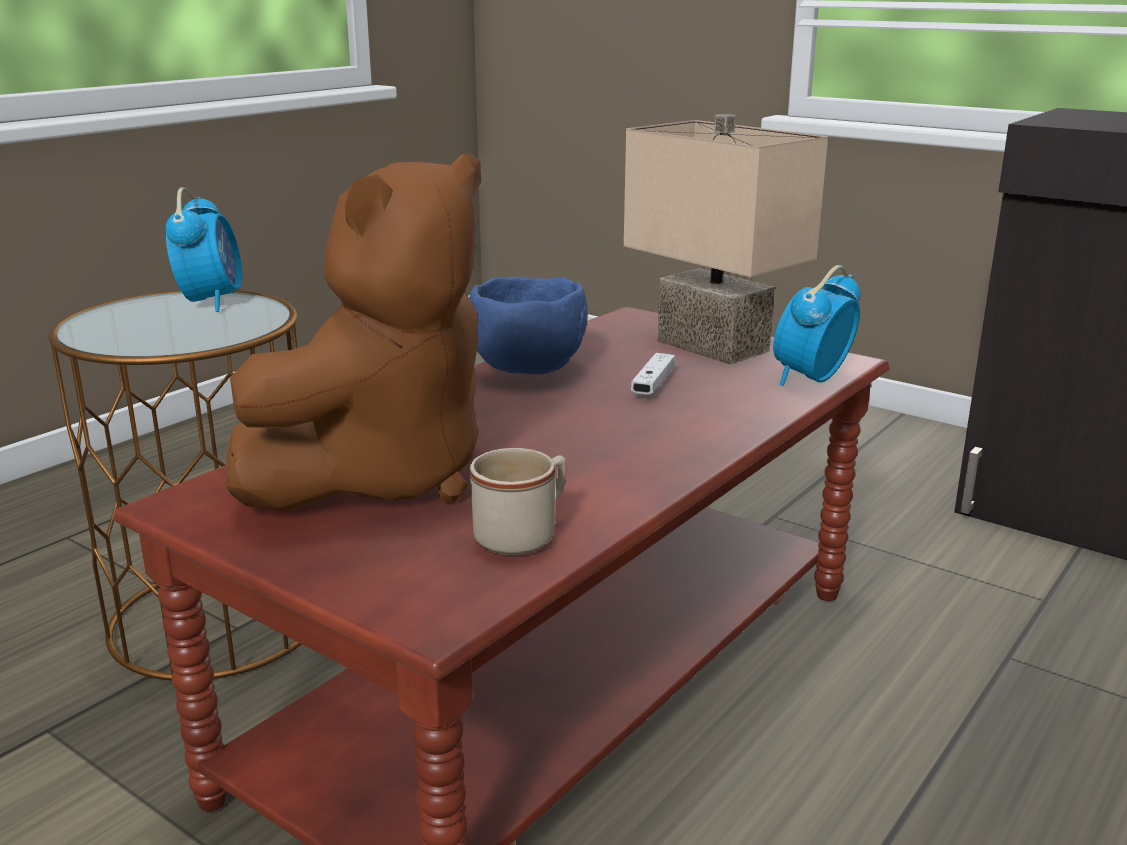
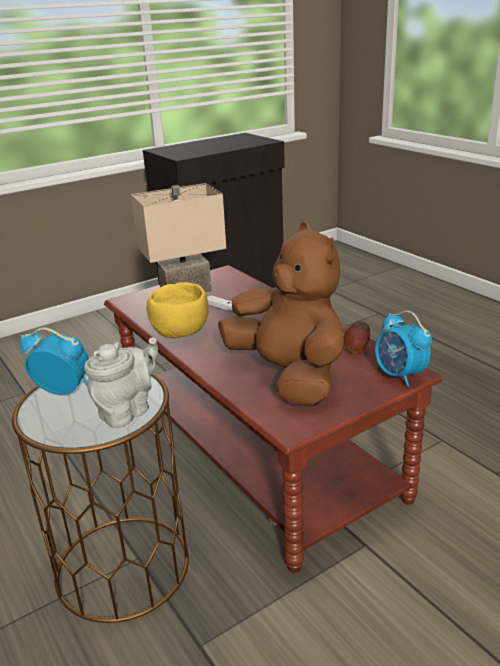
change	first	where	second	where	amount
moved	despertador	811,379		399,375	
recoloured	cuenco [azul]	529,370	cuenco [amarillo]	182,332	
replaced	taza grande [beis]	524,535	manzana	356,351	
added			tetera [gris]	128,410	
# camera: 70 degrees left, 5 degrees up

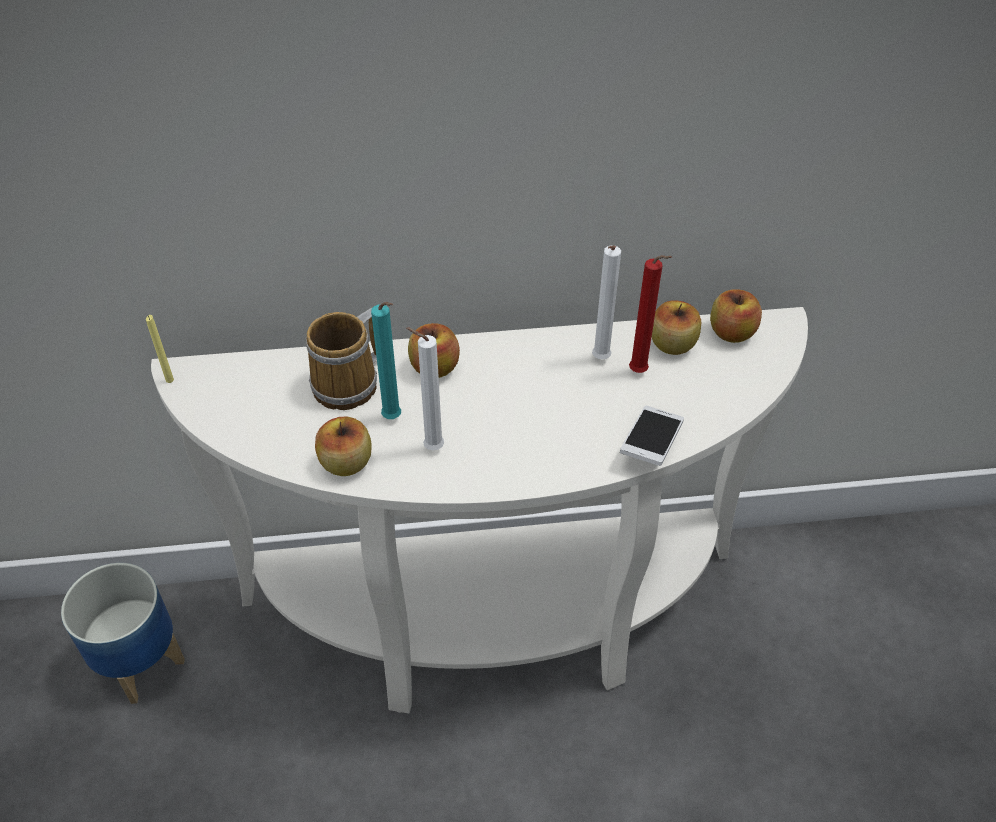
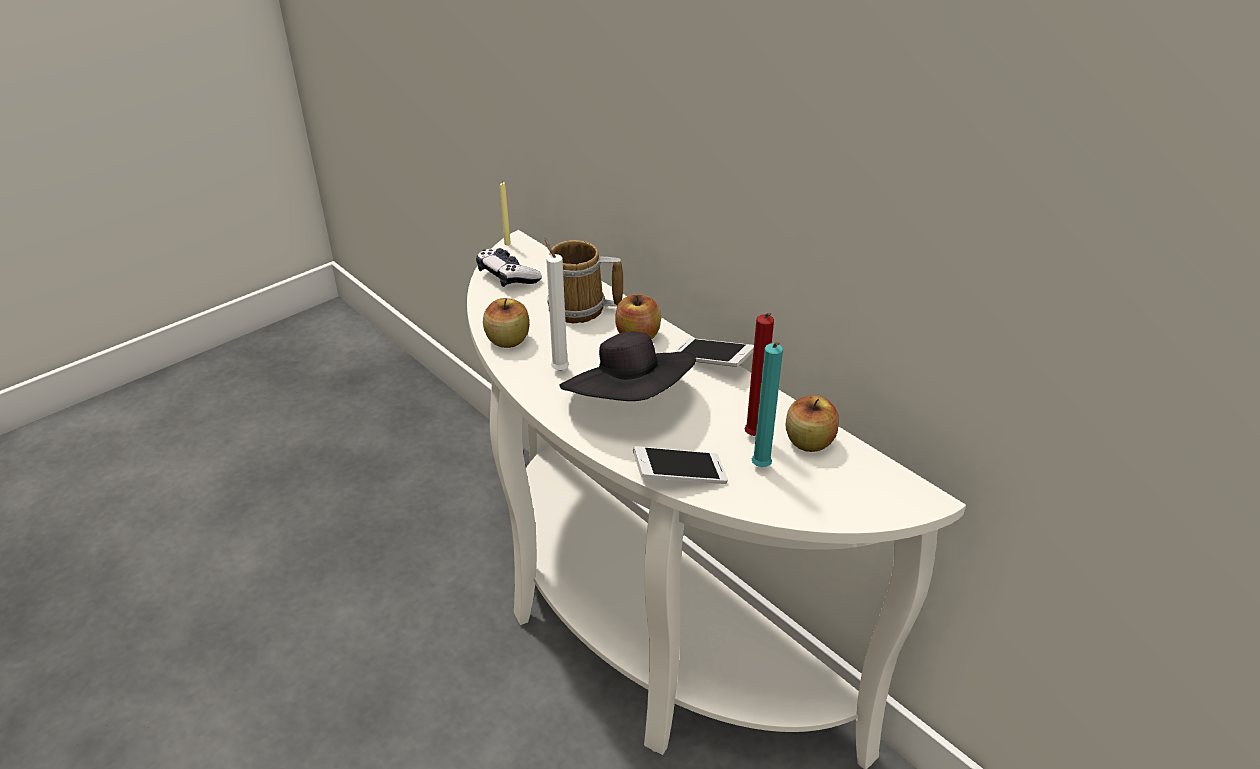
change	first	where	second	where	amount
removed	vela [blanco]	599,360			
removed	manzana	731,333			
moved	vela [turquesa]	394,419		760,469	
removed	maceta	140,663			
added			mando de consola	507,276	
added			sombrero [negro]	630,402	
added			móvil	712,362	
# camera: 55 degrees right, 10 degrees down

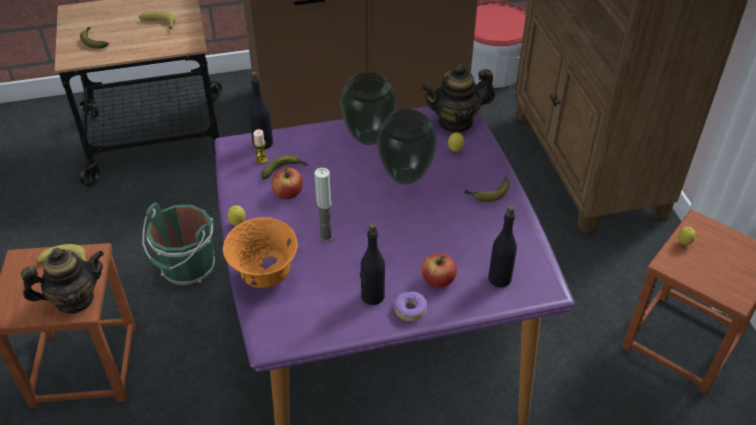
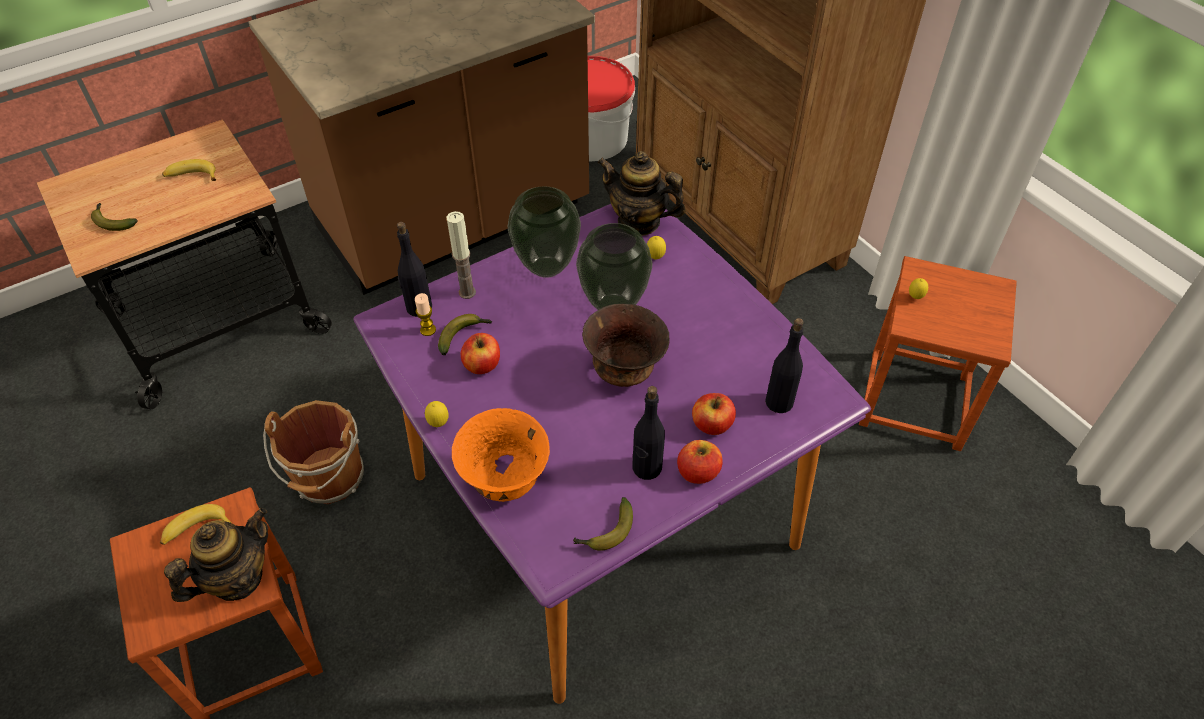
change	first	where	second	where	amount
turned	tetera	456,122		639,221	60 degrees clockwise
moved	vela	326,236		467,292	
moved	plátano	487,194		606,532	
recoloured	cubo [verde]	187,269	cubo [marrón]	329,479	
replaced	rosquilla	410,310	manzana	698,472	
added			cuenco [marrón]	624,371	
# camera: 20 degrees left, 5 degrees up

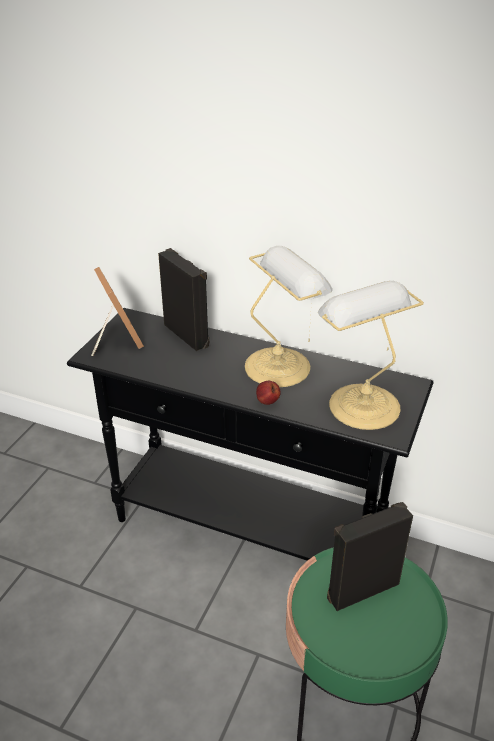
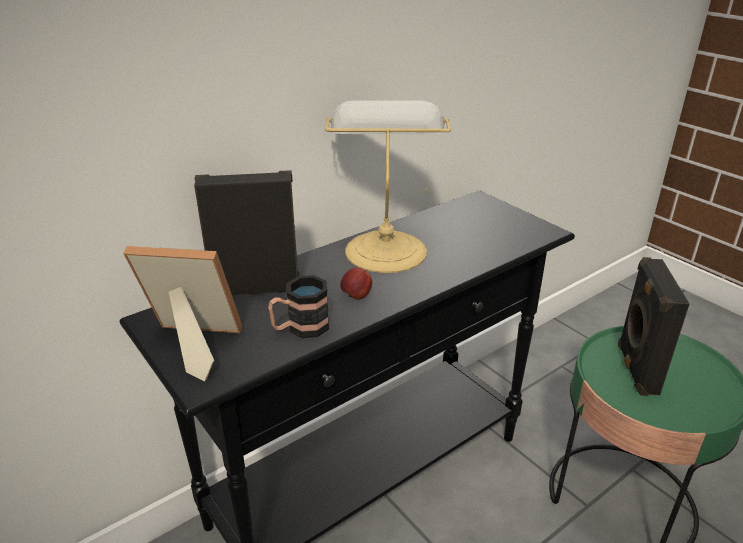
change	first	where	second	where	amount
removed	lámpara de mesa	361,404			
moved	manzana	267,401		356,297	
added			taza grande	300,328	
# camera: 60 degrees left, 5 degrees down

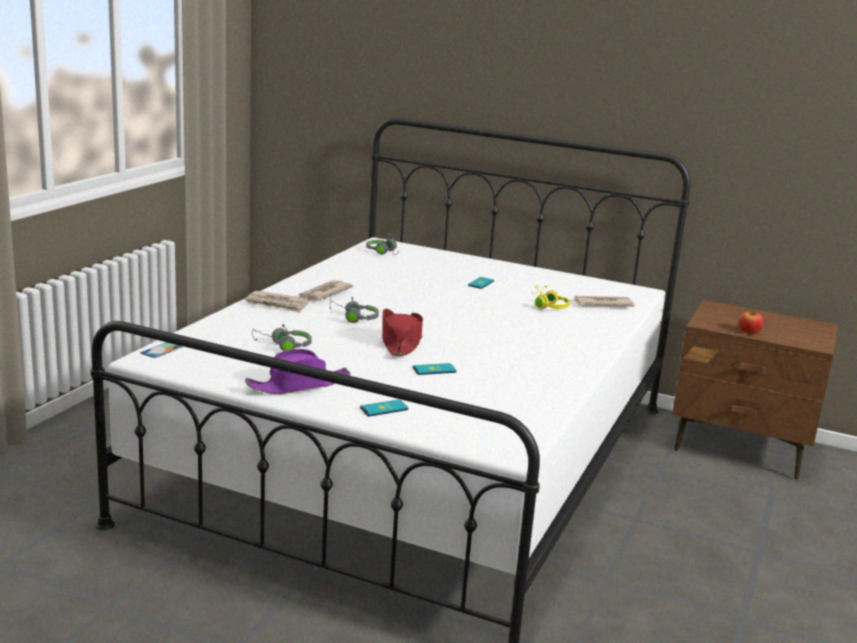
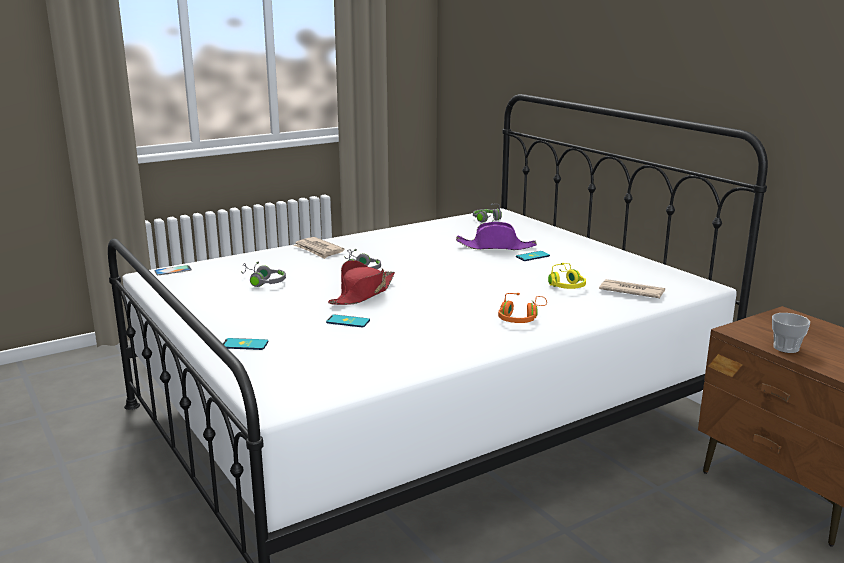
change	first	where	second	where	amount
removed	periódico	324,293			
replaced	manzana	749,331	taza	786,348	
moved	sombrero [morado]	299,385		496,247	
added			auriculares [naranja]	521,318	
# camera: 35 degrees right, 0 degrees up

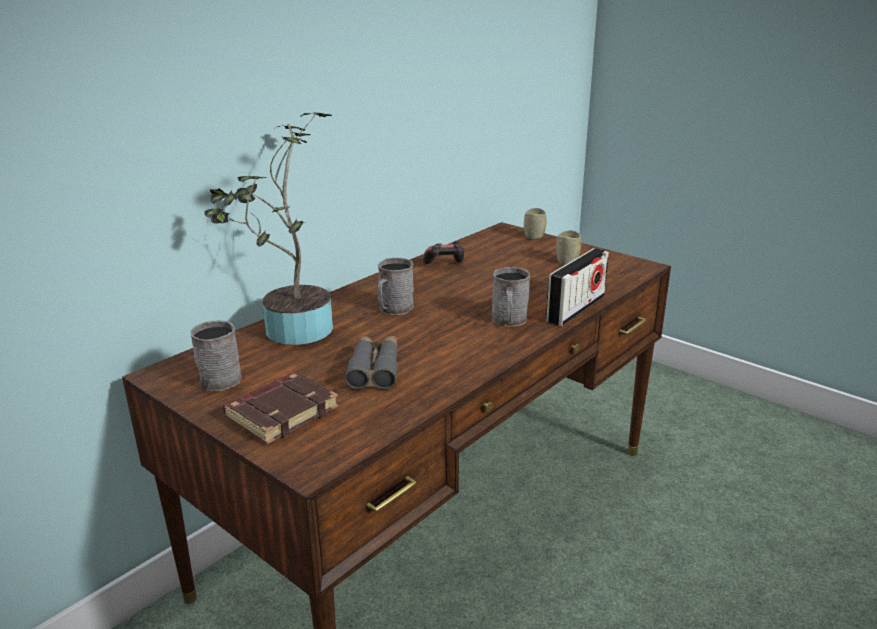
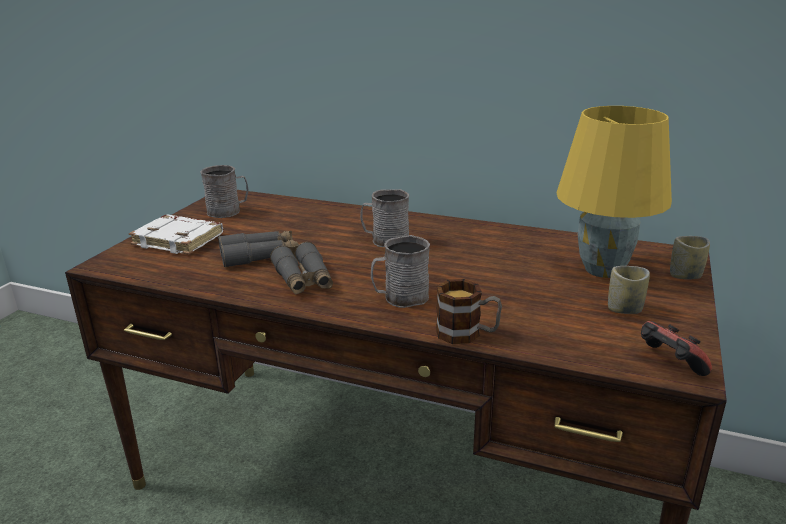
change	first	where	second	where	amount
removed	planta en maceta	292,332			
moved	mando de consola	445,266		668,365	
replaced	radio	576,309	taza grande	467,334	
recoloured	libro [marrón]	282,412	libro [blanco]	180,239	
added			lámpara de mesa [amarillo]	601,270	
added			prismáticos [gris]	303,279	
# camera: 70 degrees right, 0 degrees up

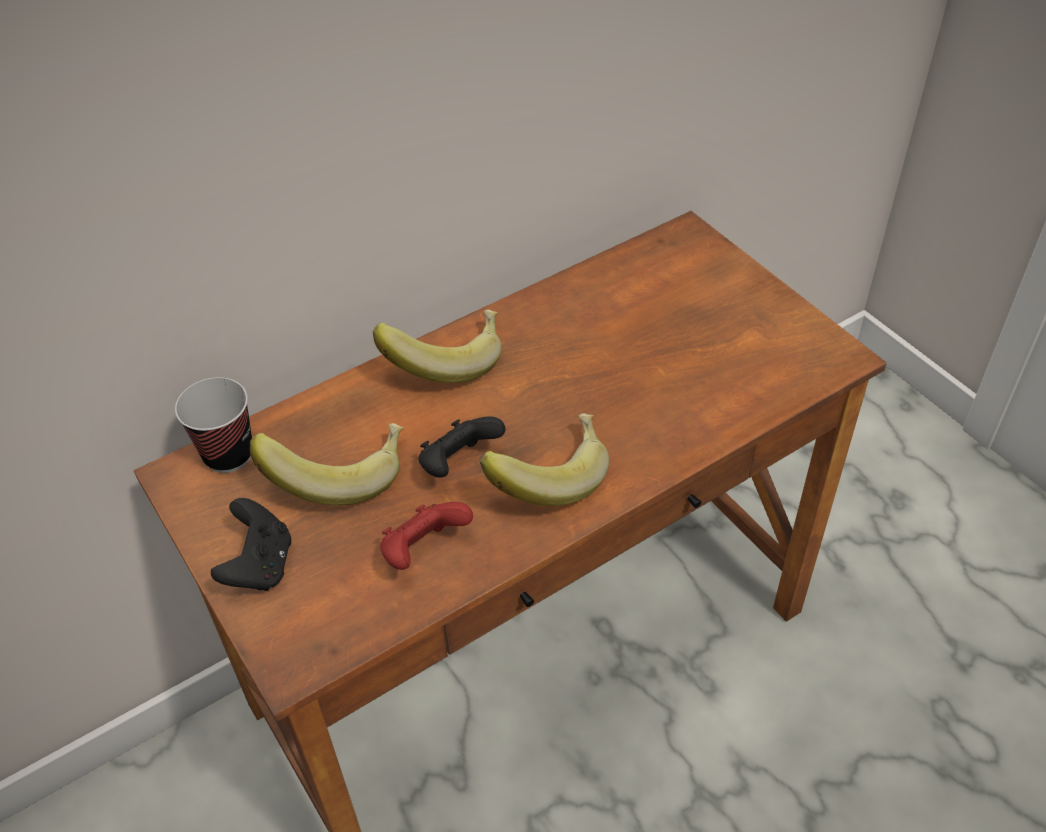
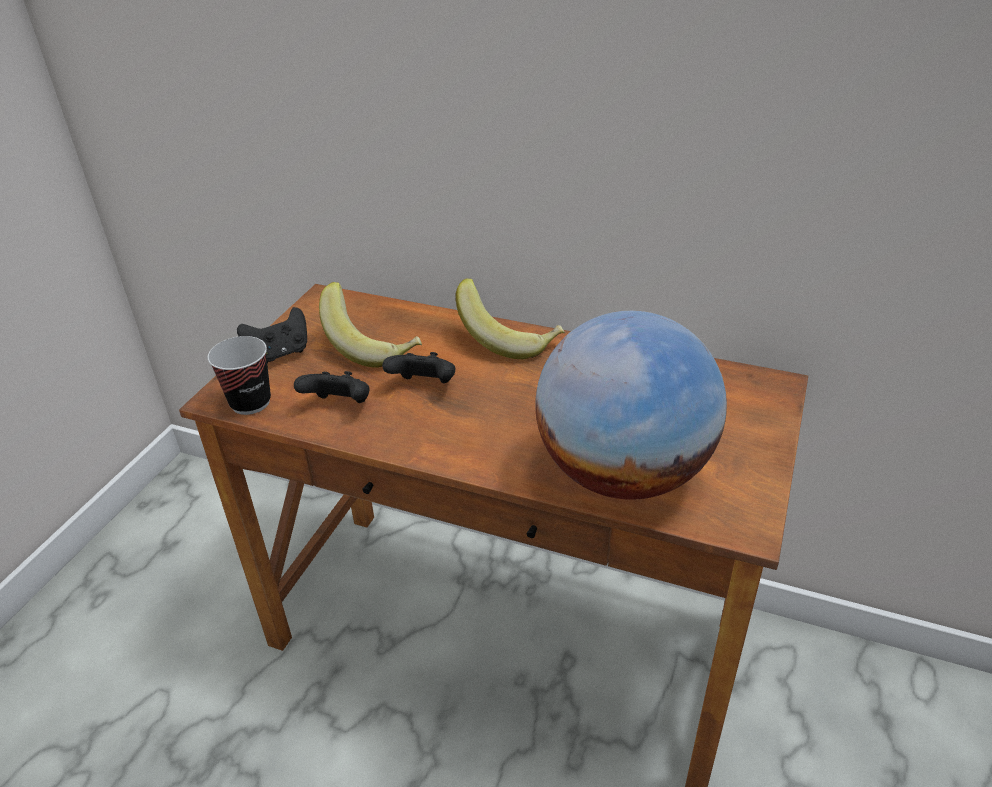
change	first	where	second	where	amount
moved	taza	228,455		250,402	
removed	plátano	548,476			
recoloured	mando de consola [rojo]	424,551	mando de consola [negro]	339,406	
added			globo terráqueo	622,473	
# camera: 55 degrees right, 10 degrees down

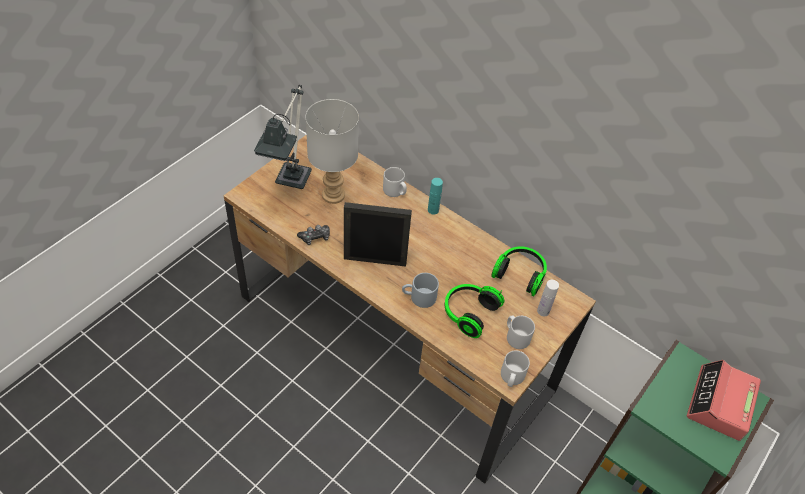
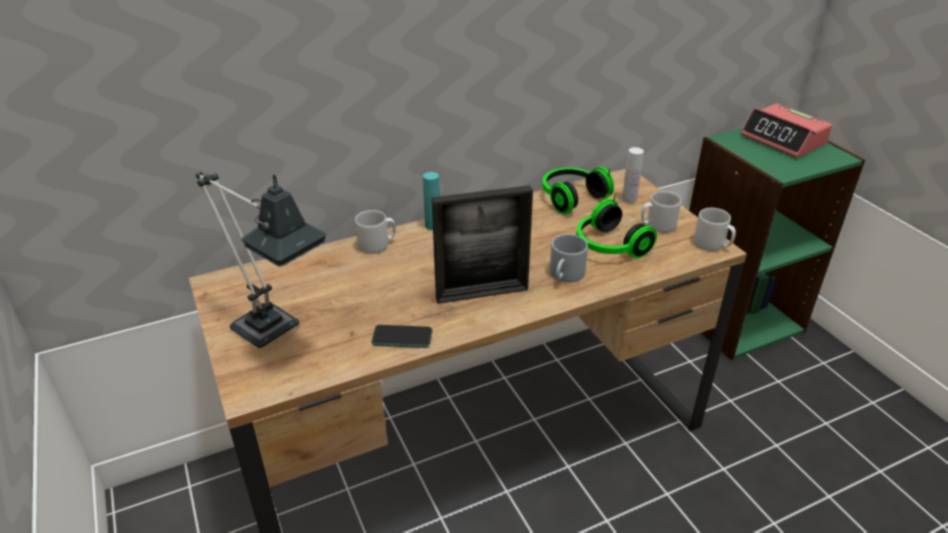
change	first	where	second	where	amount
removed	lámpara de mesa [gris]	333,194			
turned	portarretratos	375,260		482,294	135 degrees counterclockwise
replaced	mando de consola	315,237	móvil	402,337	
# camera: 60 degrees left, 15 degrees down

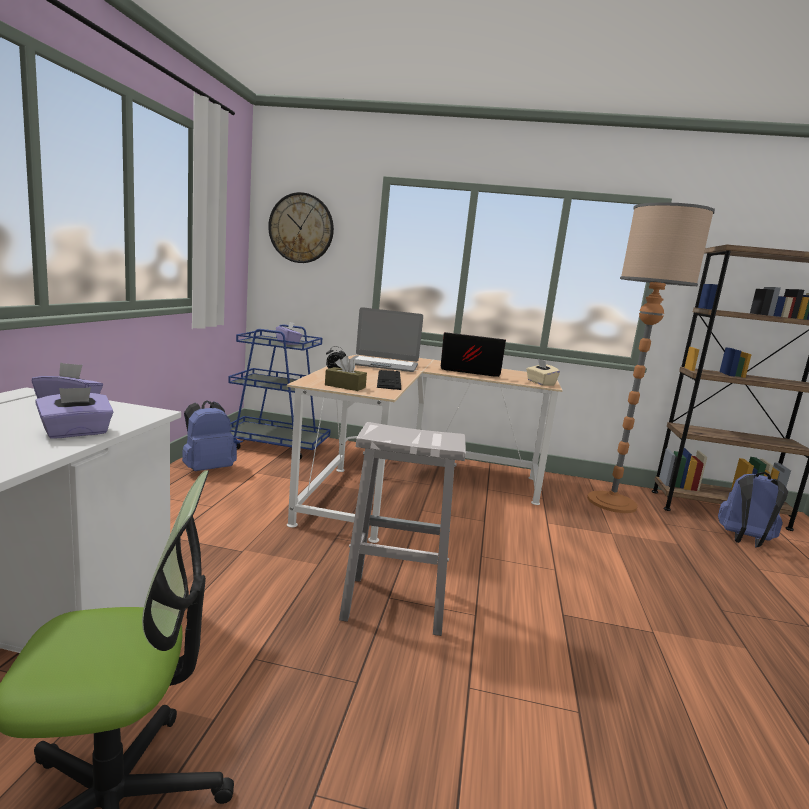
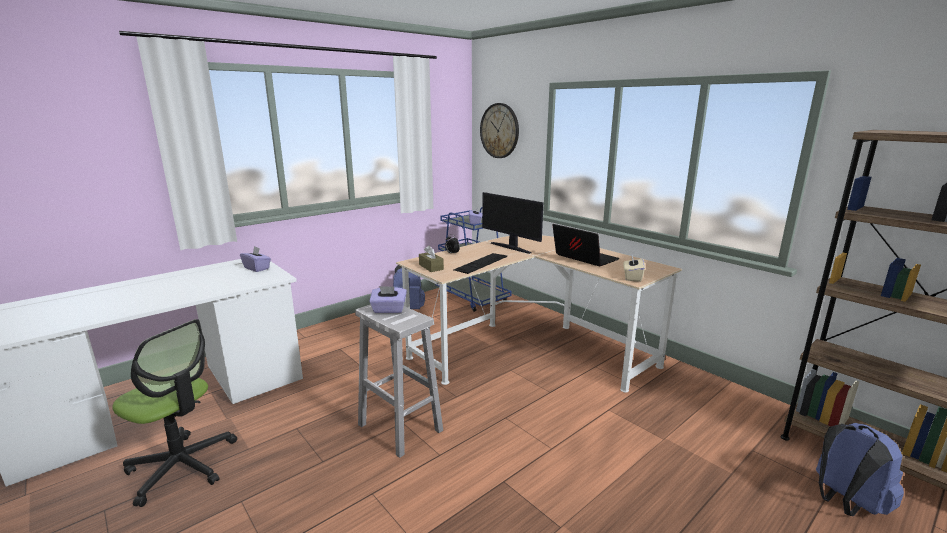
change	first	where	second	where	amount
removed	lámpara de pie	612,502			
replaced	portátil	383,365	monitor	511,247	
moved	caja de pañuelos [morado]	76,432		389,310	
# camera: 40 degrees right, 5 degrees up

